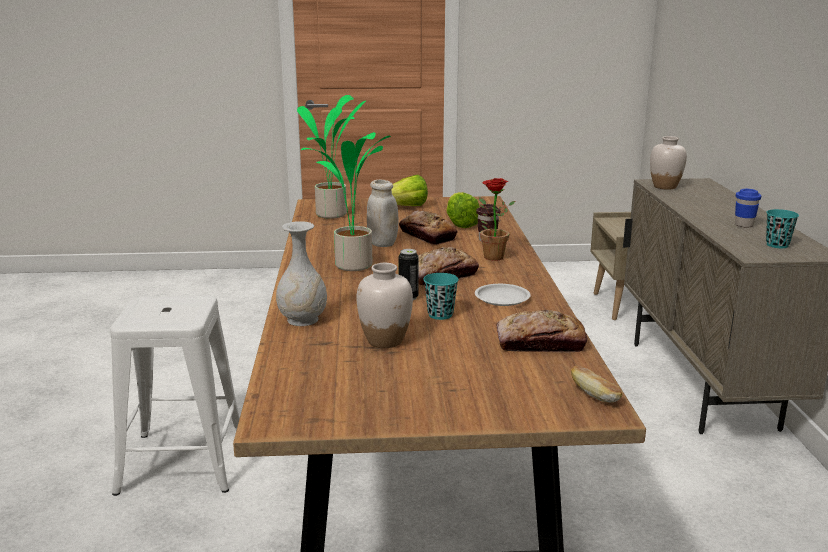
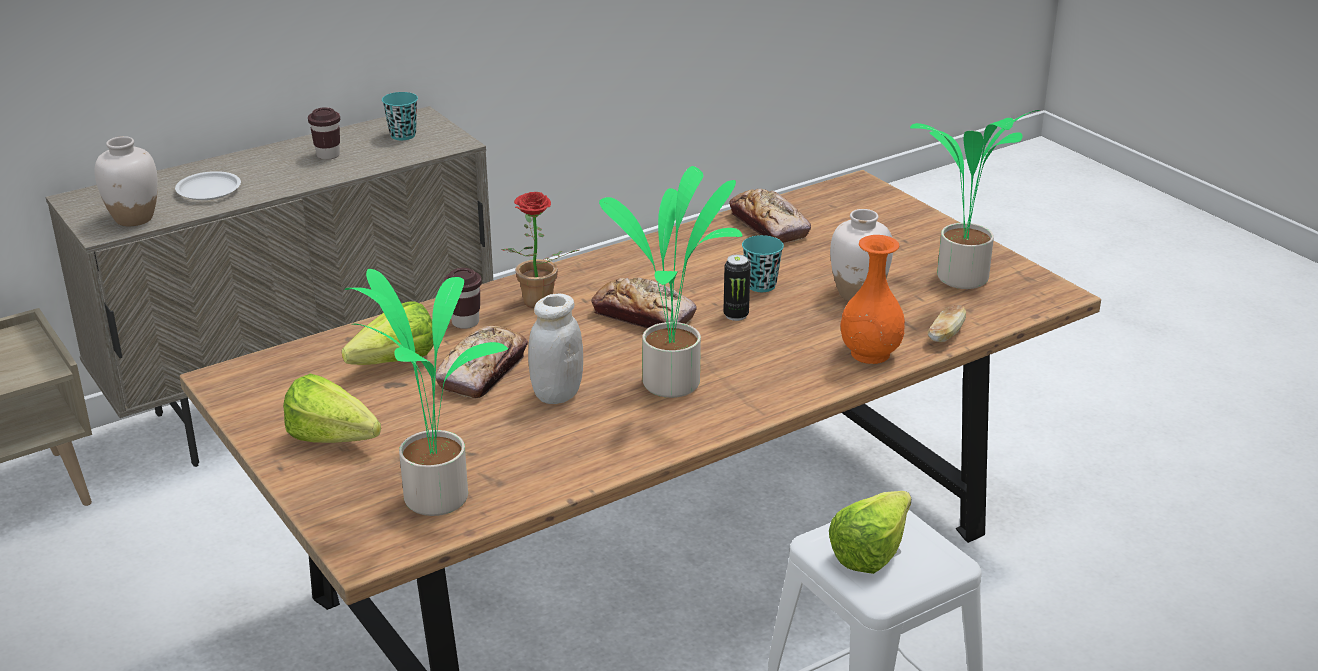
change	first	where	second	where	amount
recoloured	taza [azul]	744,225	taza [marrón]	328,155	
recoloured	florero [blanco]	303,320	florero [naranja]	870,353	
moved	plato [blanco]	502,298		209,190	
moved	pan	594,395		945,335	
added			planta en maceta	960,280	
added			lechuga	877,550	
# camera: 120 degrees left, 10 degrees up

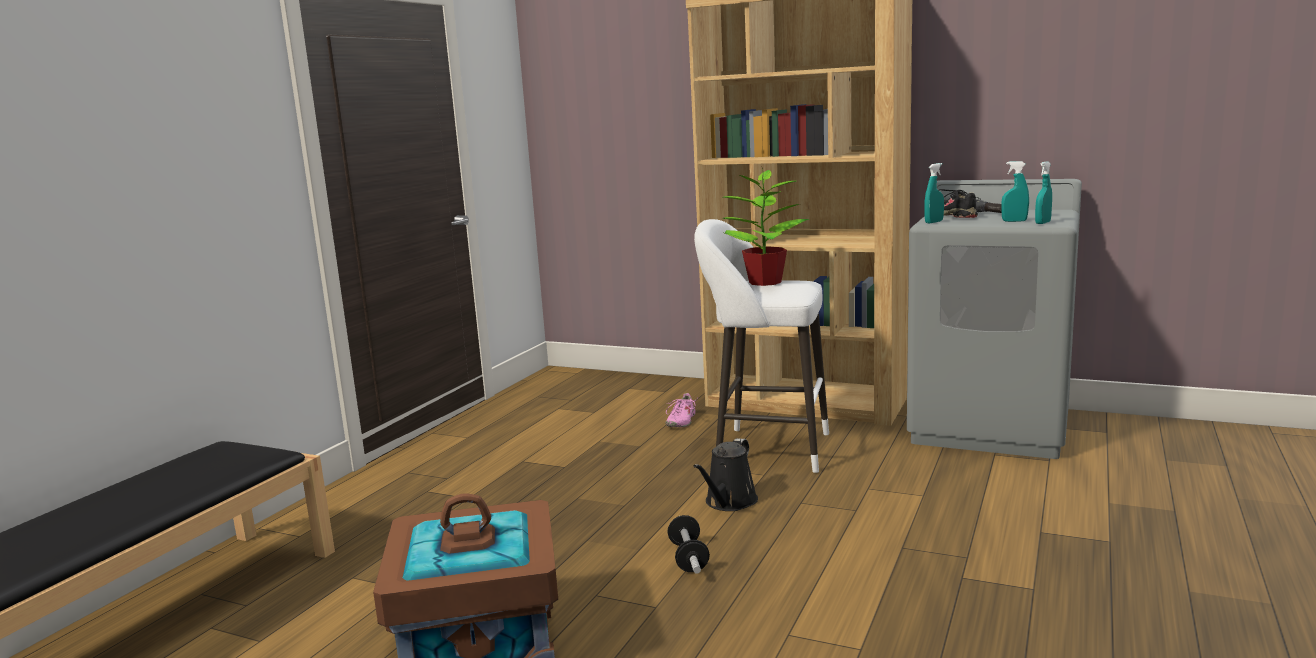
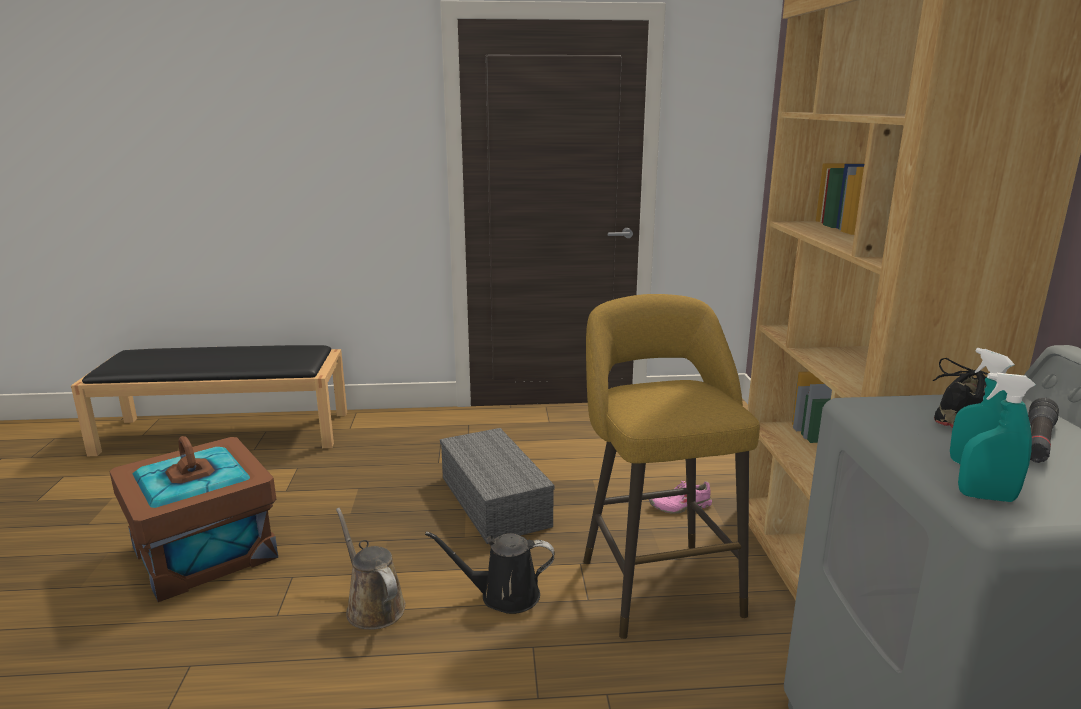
change	first	where	second	where	amount
removed	pulverizador [turquesa]	934,222			
removed	planta en maceta	764,282			
recoloured	taburete [blanco]	765,449	taburete [amarillo]	656,581	
replaced	mancuerna	688,558	regadera [marrón]	373,606	
added			caja de almacenaje [gris]	496,501	
# camera: 60 degrees right, 5 degrees up

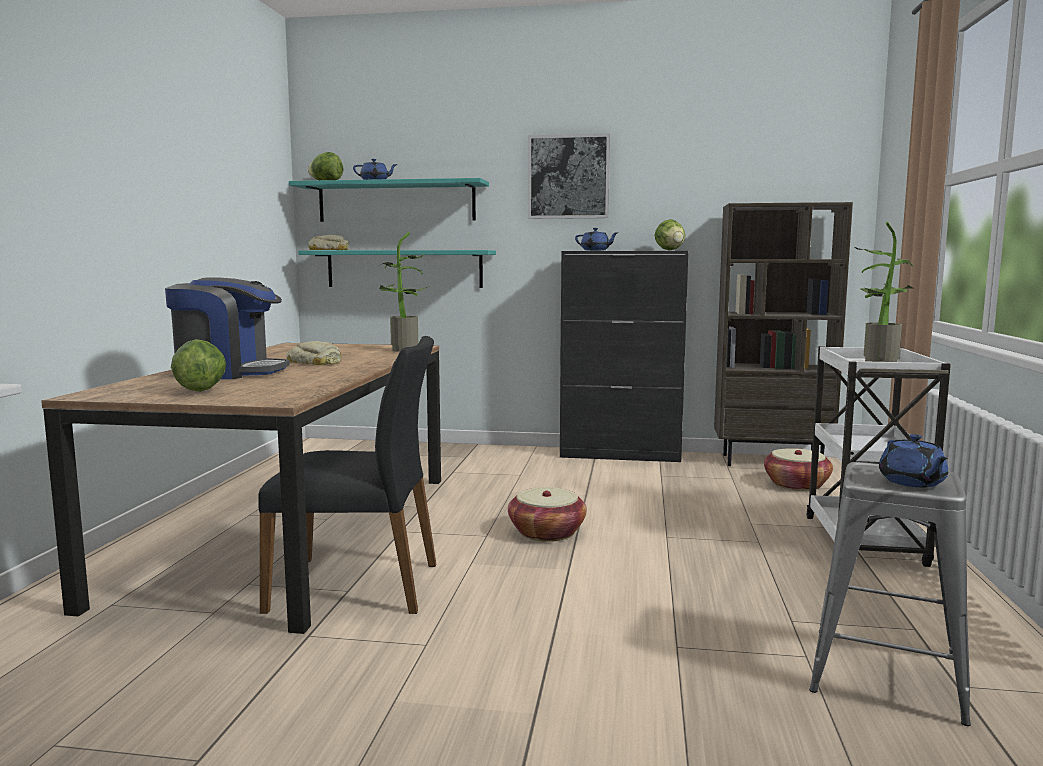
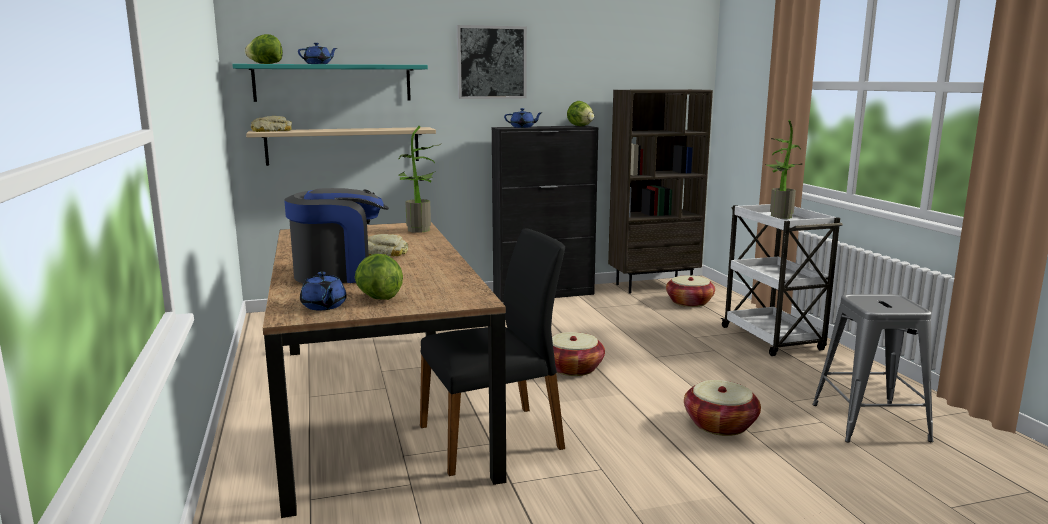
change	first	where	second	where	amount
recoloured	estante [turquesa]	404,269	estante [beis]	343,146	
moved	tetera [azul]	912,482		324,306	
added			cesta	720,425	
# camera: 25 degrees left, 5 degrees up

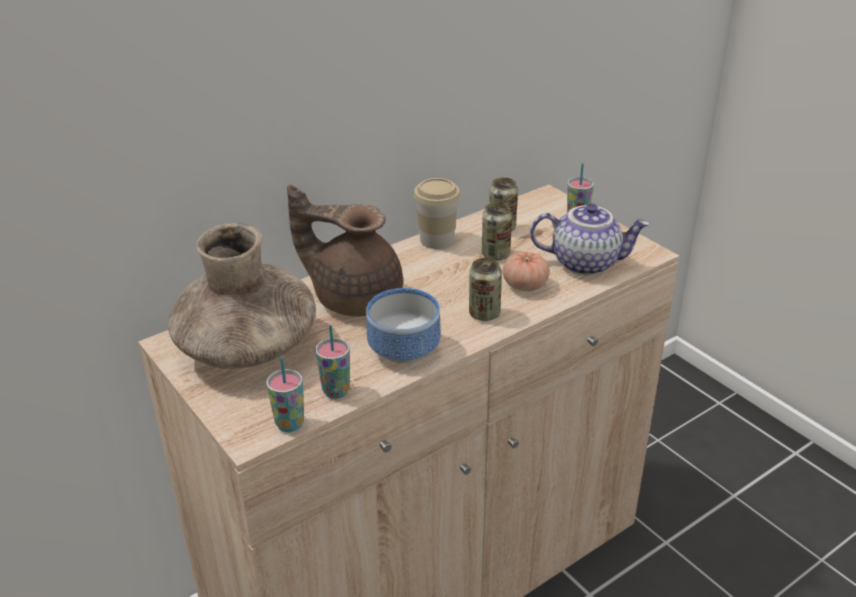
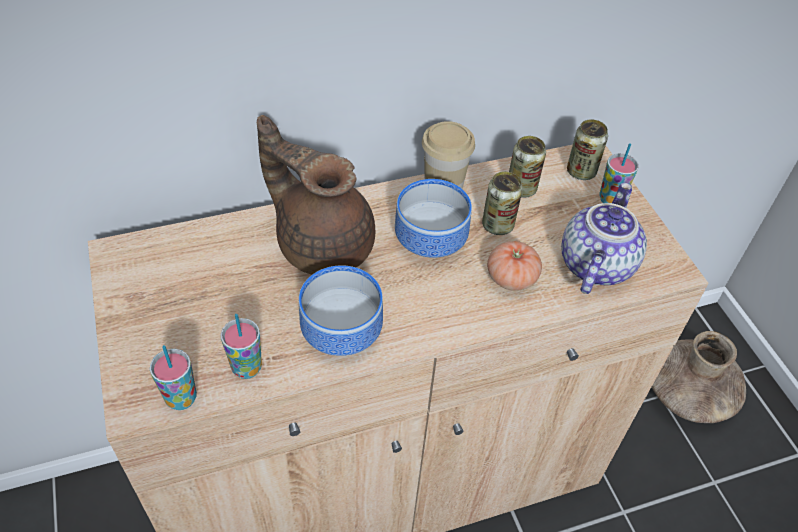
change	first	where	second	where	amount
turned	tetera	586,262		594,264	90 degrees counterclockwise
moved	florero [marrón]	247,347		688,394	
moved	lata	484,314		581,172	
added			cuenco	427,240	
# camera: 15 degrees right, 15 degrees up

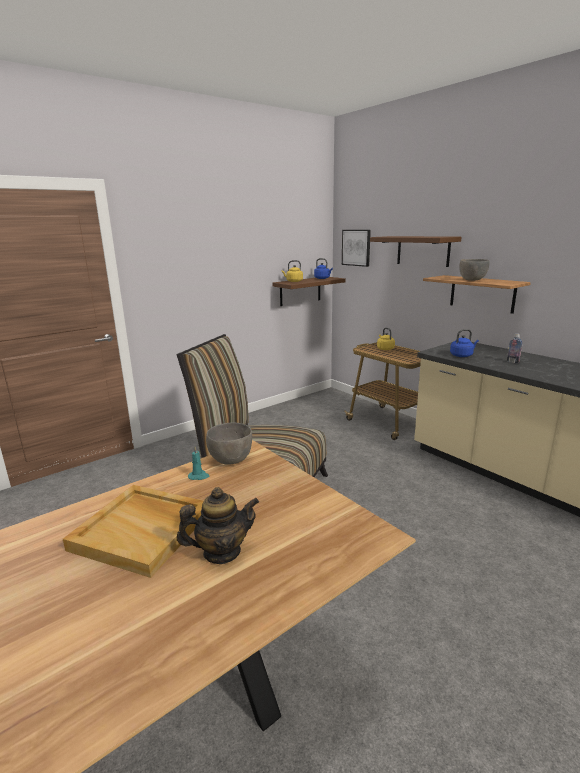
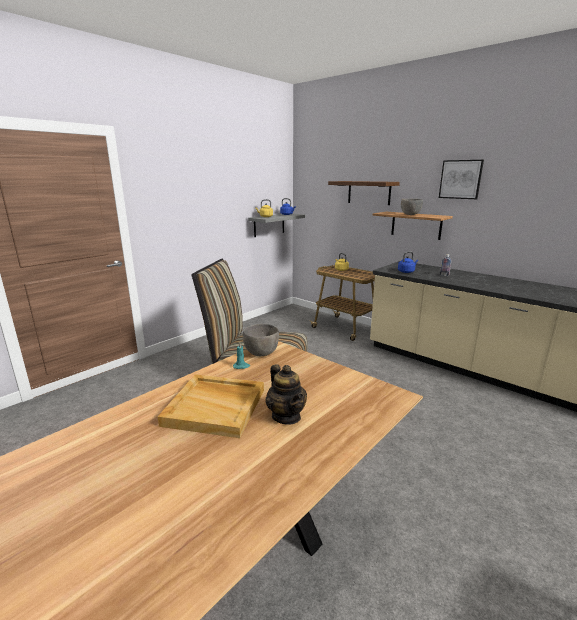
change	first	where	second	where	amount
moved	cuadro	356,247		460,179	
recoloured	estante [marrón]	300,291	estante [gris]	269,225	
turned	tetera	221,552		286,416	90 degrees clockwise
# camera: 10 degrees left, 0 degrees up

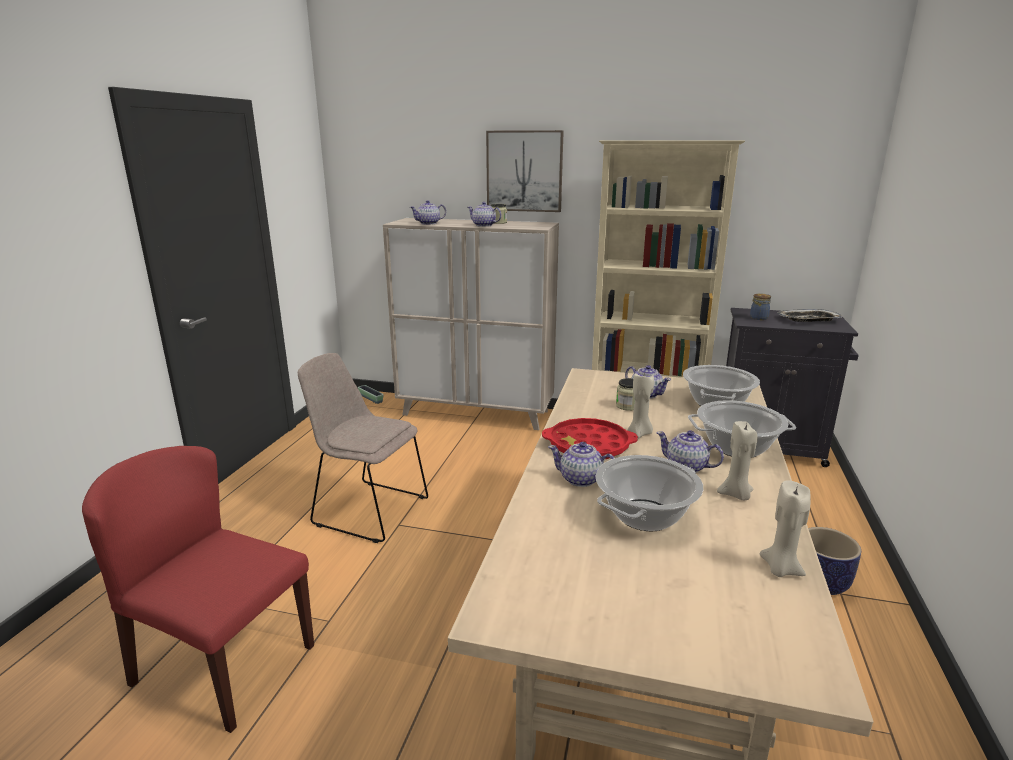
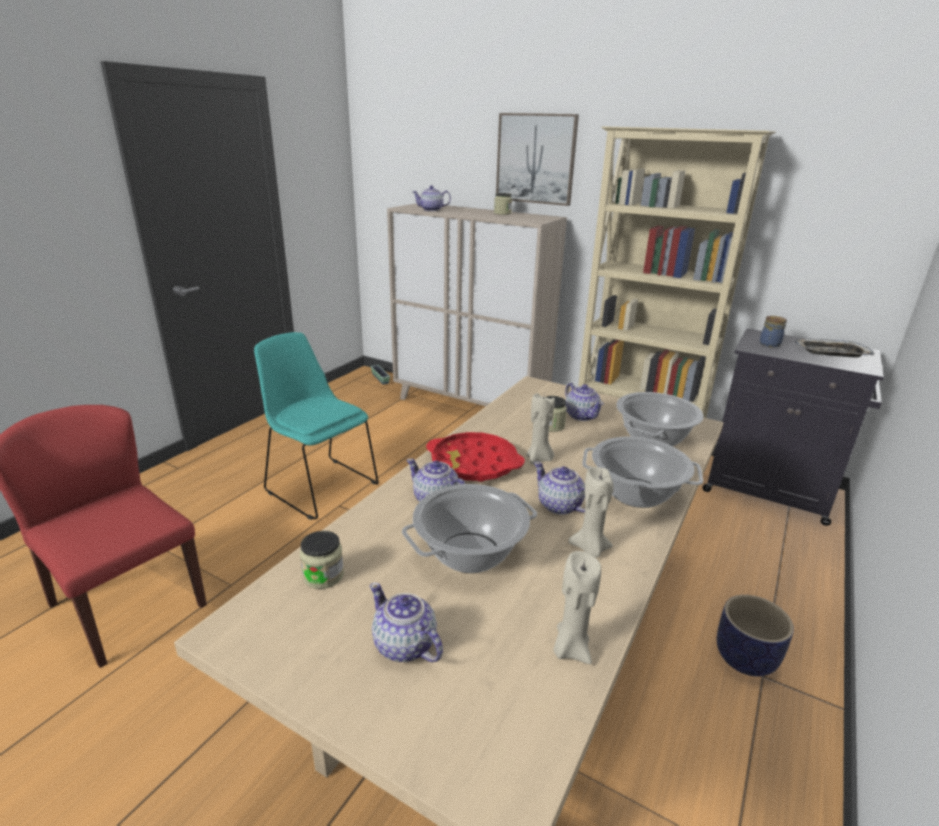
change	first	where	second	where	amount
moved	tetera	484,225		405,646	
recoloured	silla [beis]	368,510	silla [turquesa]	320,486	
added			tarro	323,575	
# camera: 15 degrees right, 5 degrees up

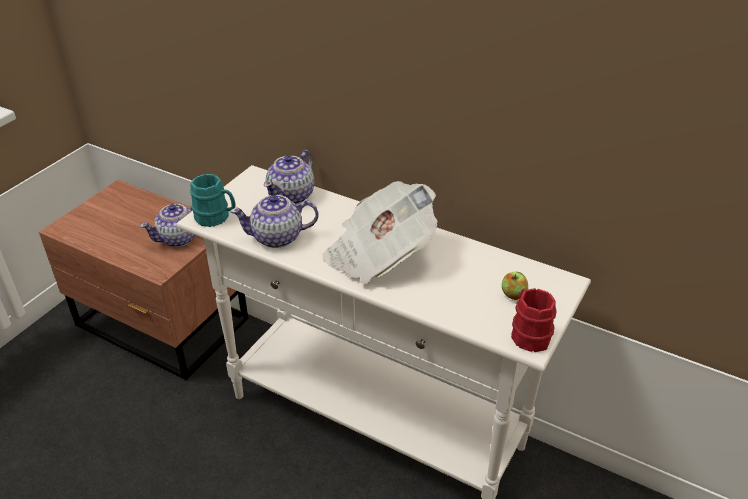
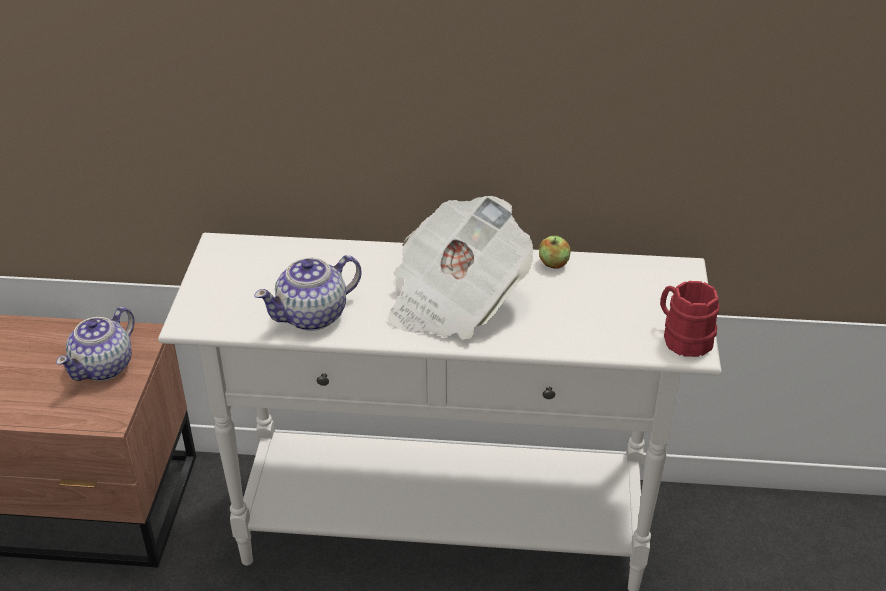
change	first	where	second	where	amount
removed	tetera	292,195			
removed	taza grande [turquesa]	216,218			
moved	manzana	513,294		553,263	
# camera: 25 degrees left, 0 degrees up

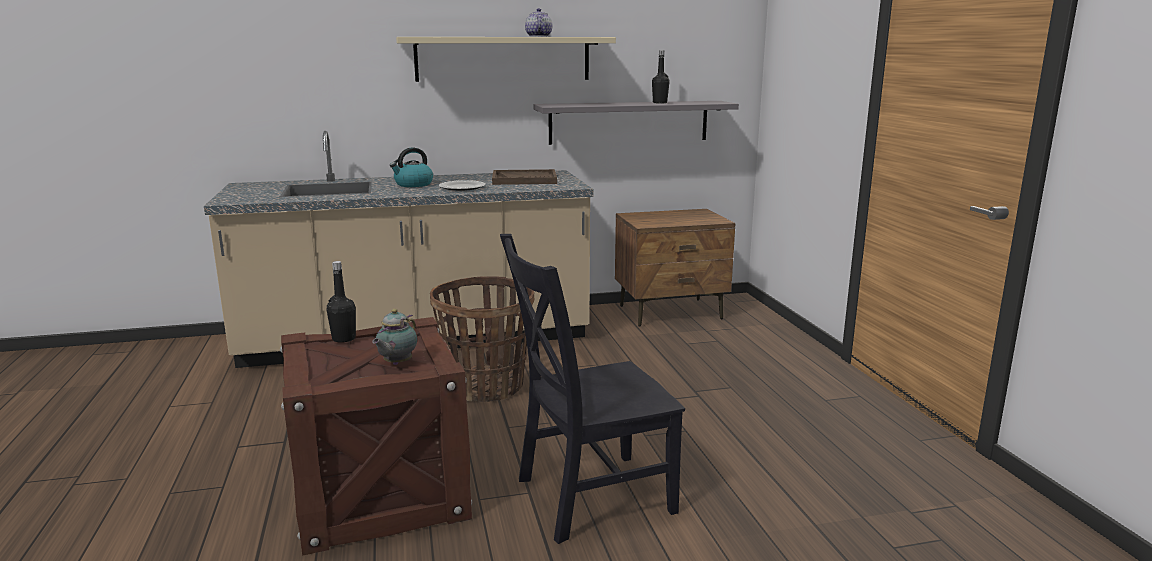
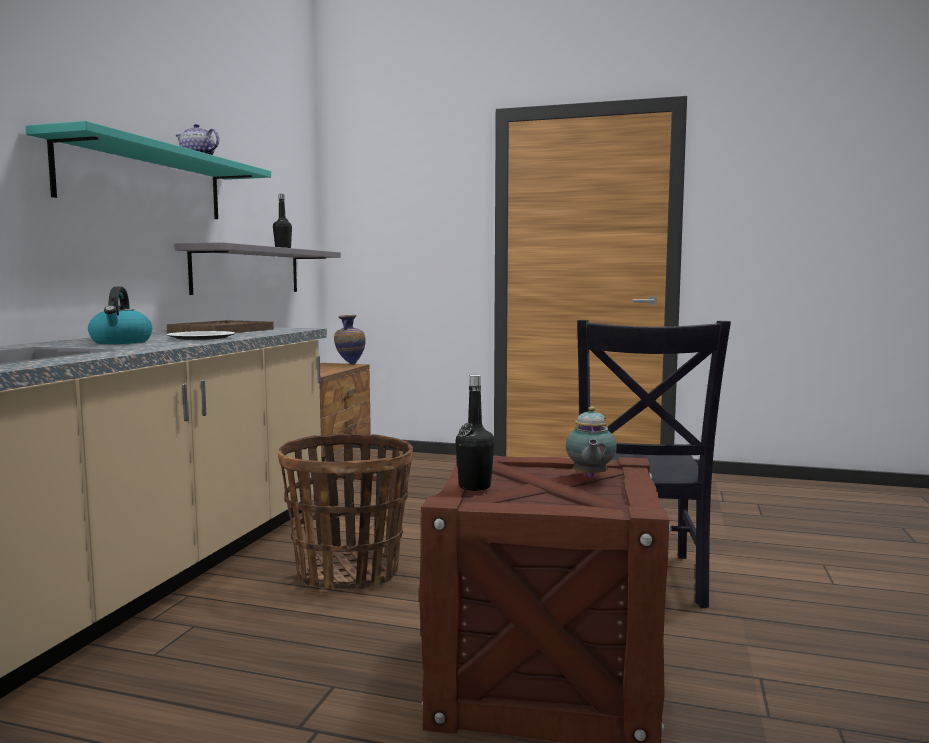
change	first	where	second	where	amount
recoloured	estante [beis]	503,59	estante [turquesa]	145,181	
turned	tetera	396,363		589,477	45 degrees clockwise
added			florero	350,364	
# camera: 60 degrees left, 10 degrees down

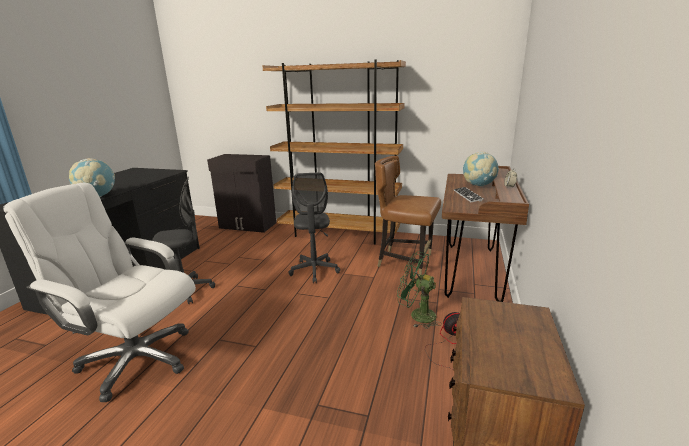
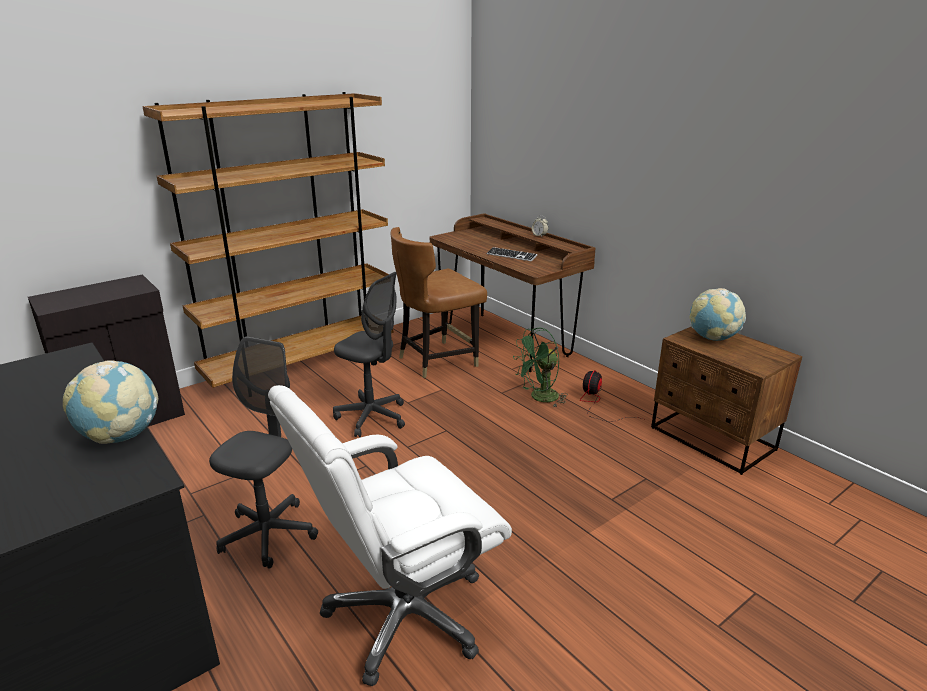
change	first	where	second	where	amount
moved	globo terráqueo	478,185		712,338	
# camera: 55 degrees left, 5 degrees up

